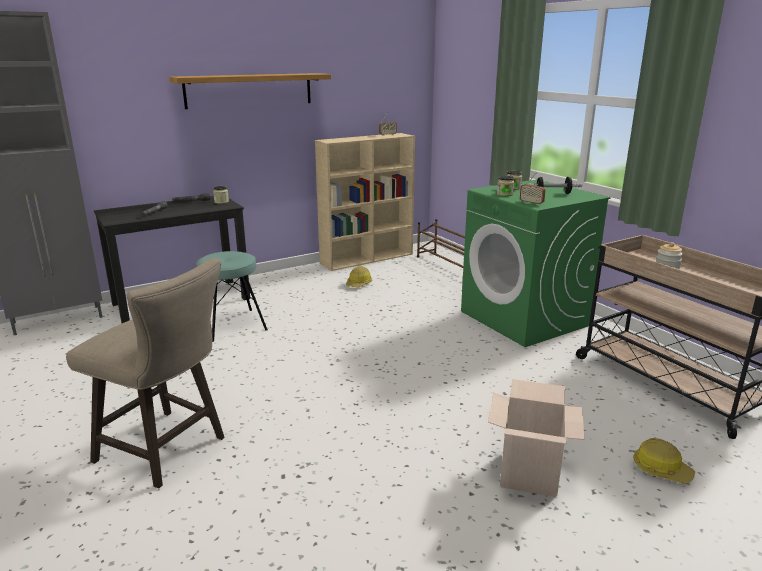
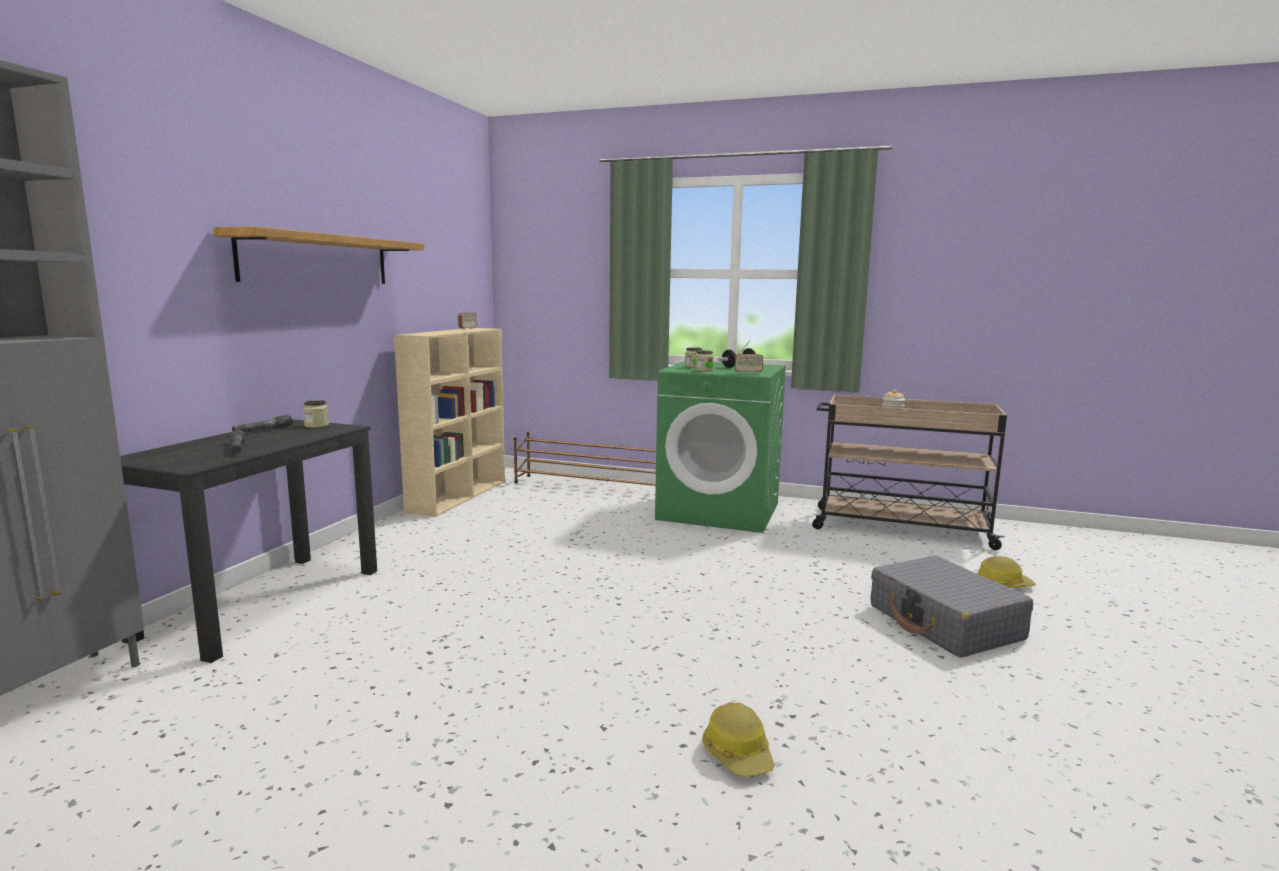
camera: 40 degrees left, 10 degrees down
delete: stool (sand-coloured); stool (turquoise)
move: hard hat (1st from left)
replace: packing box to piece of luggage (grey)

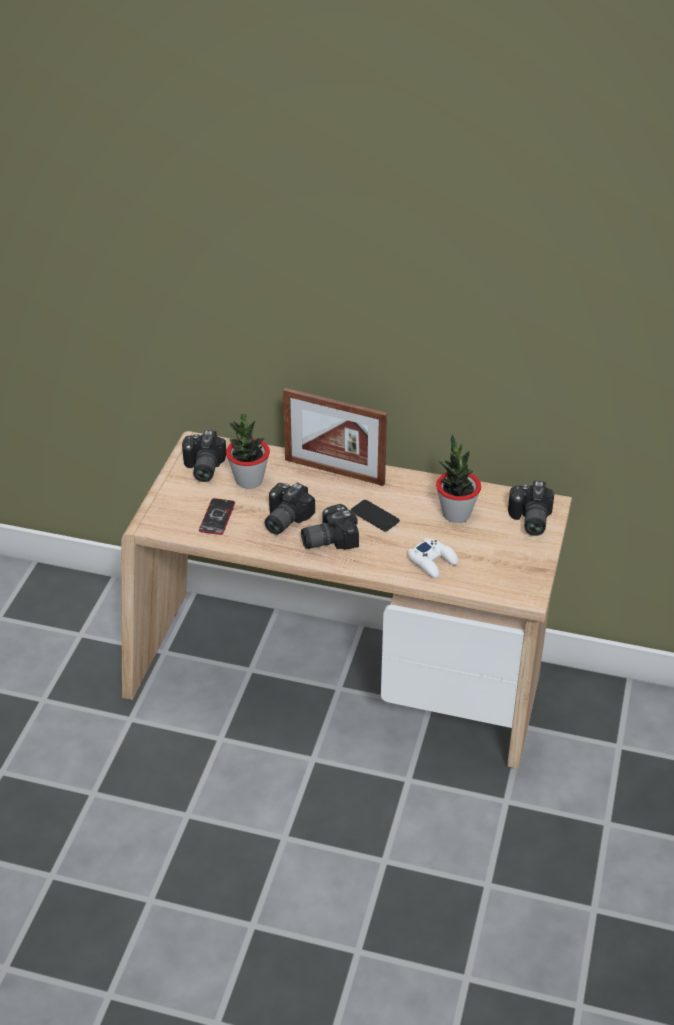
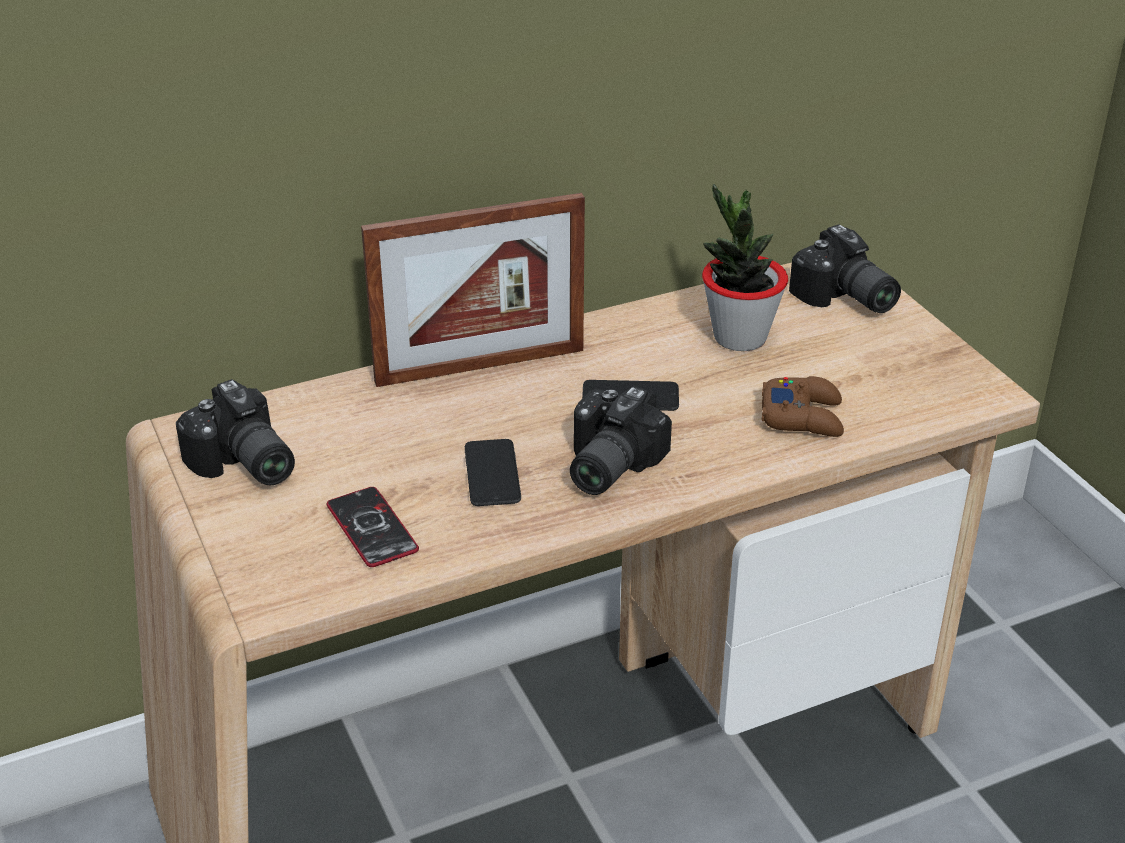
camera: 40 degrees left, 5 degrees down
delete: houseplant (1st from left)
replace: still camera (2nd from left) to telephone (2nd from left)
recolor: game controller (whitish) to game controller (brownish)

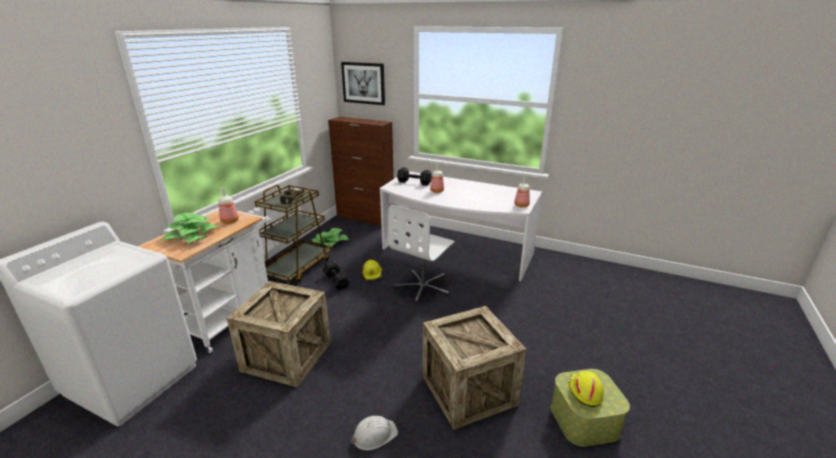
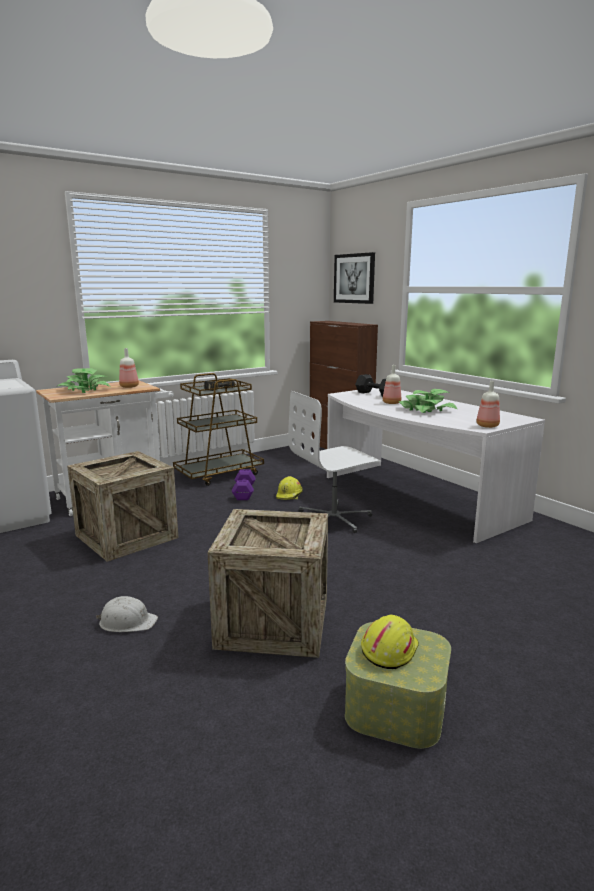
camera: 30 degrees right, 10 degrees down
move: houseplant (2nd from left)
recolor: hand weight (black-coloured) (1st from left) to hand weight (purplish)

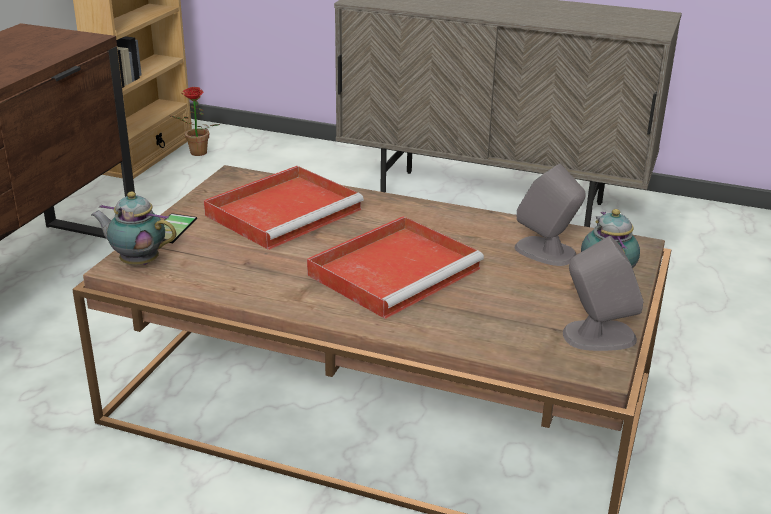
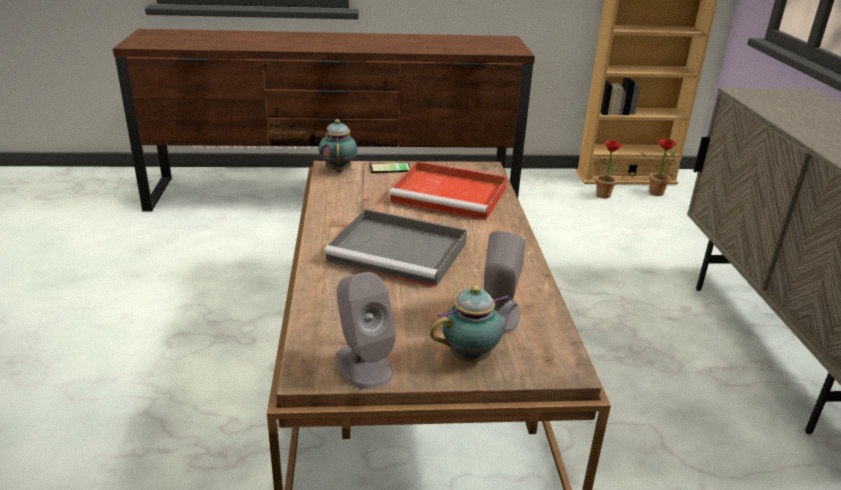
camera: 65 degrees right, 0 degrees up
insert: houseplant (1st from left)
recolor: serving tray (red-coloured) (2nd from left) to serving tray (grey)

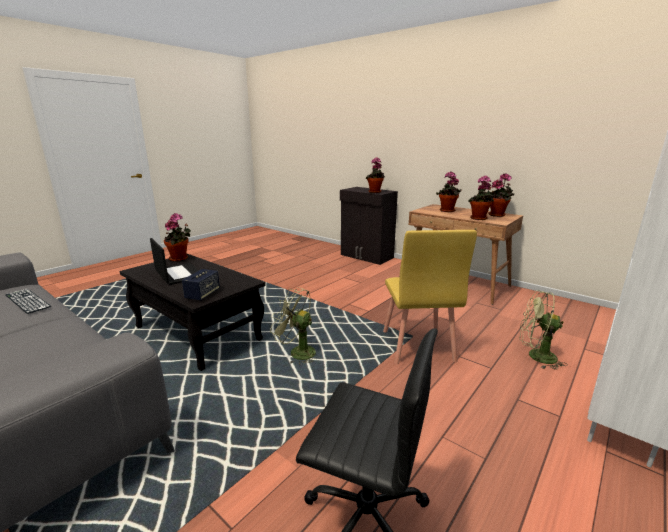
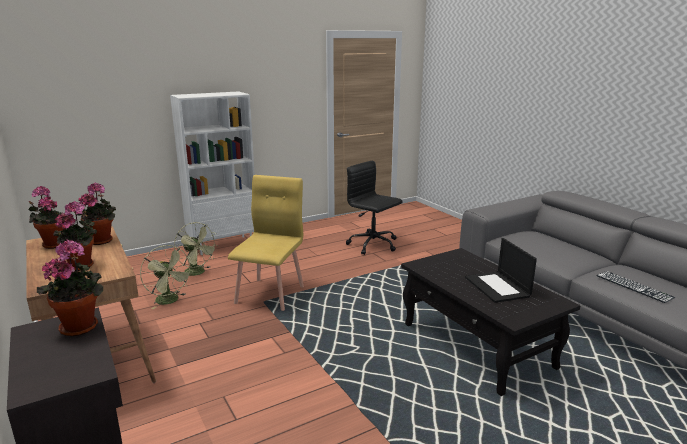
camera: 160 degrees left, 0 degrees up
delete: houseplant (1st from left); loudspeaker
move: fan (green-coloured) (1st from left)

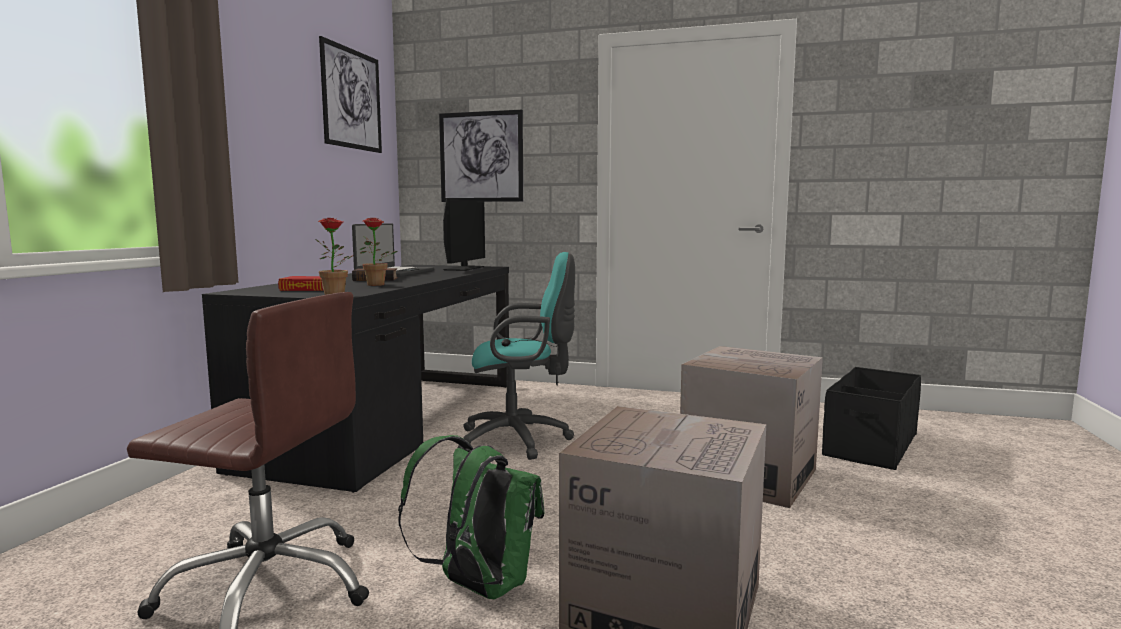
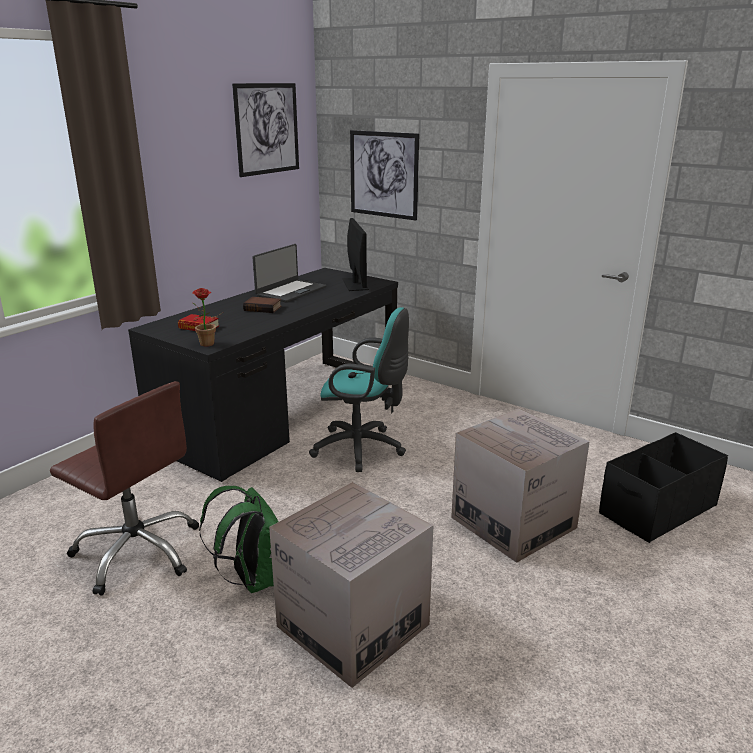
camera: 20 degrees right, 15 degrees up
delete: houseplant (2nd from left)
rotate: monitor 45 degrees counterclockwise

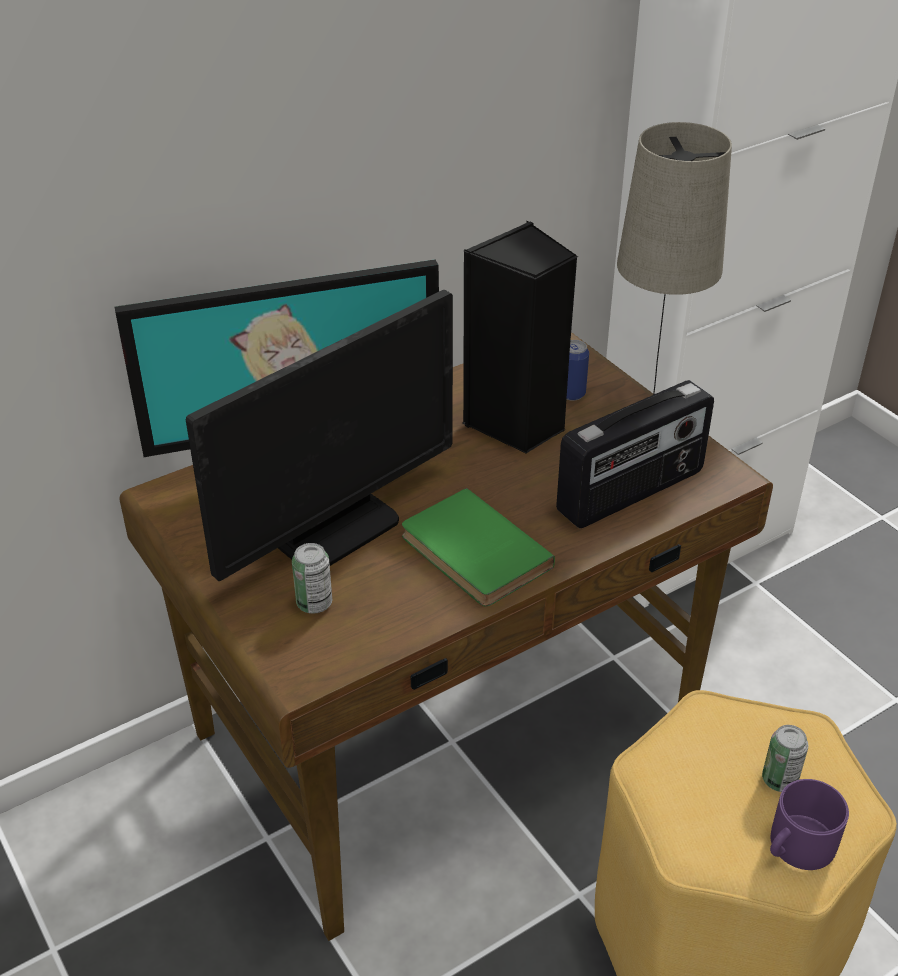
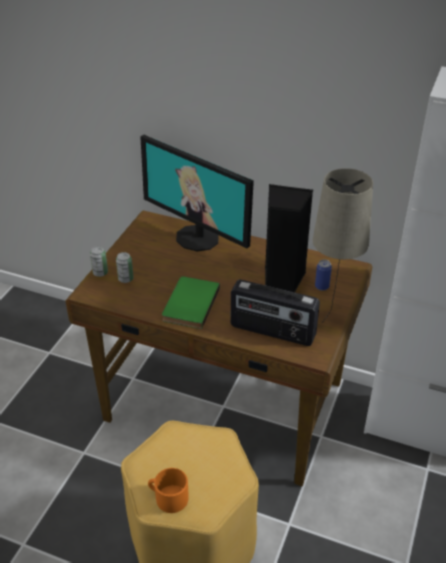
camera: 55 degrees right, 0 degrees up
delete: monitor (2nd from left)
move: sealed can (3rd from left in the first image) to sealed can (1st from left)
recolor: tea mug (purplish) to tea mug (orangey)

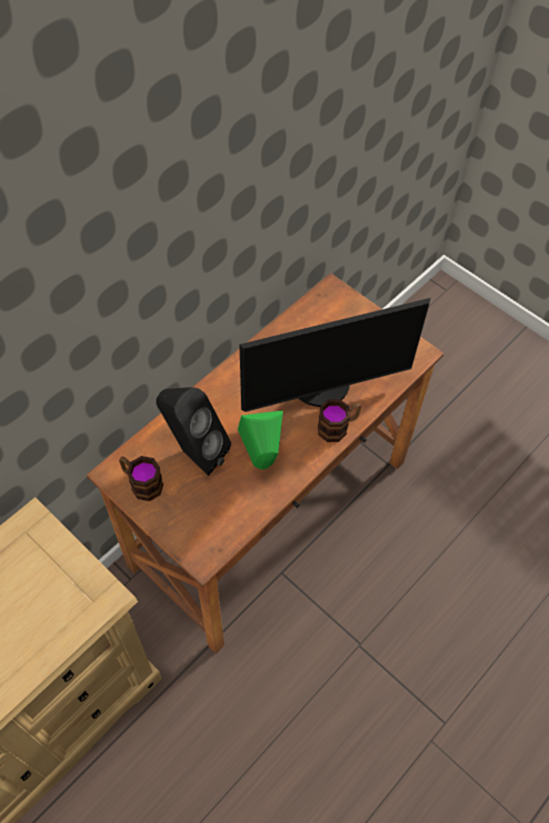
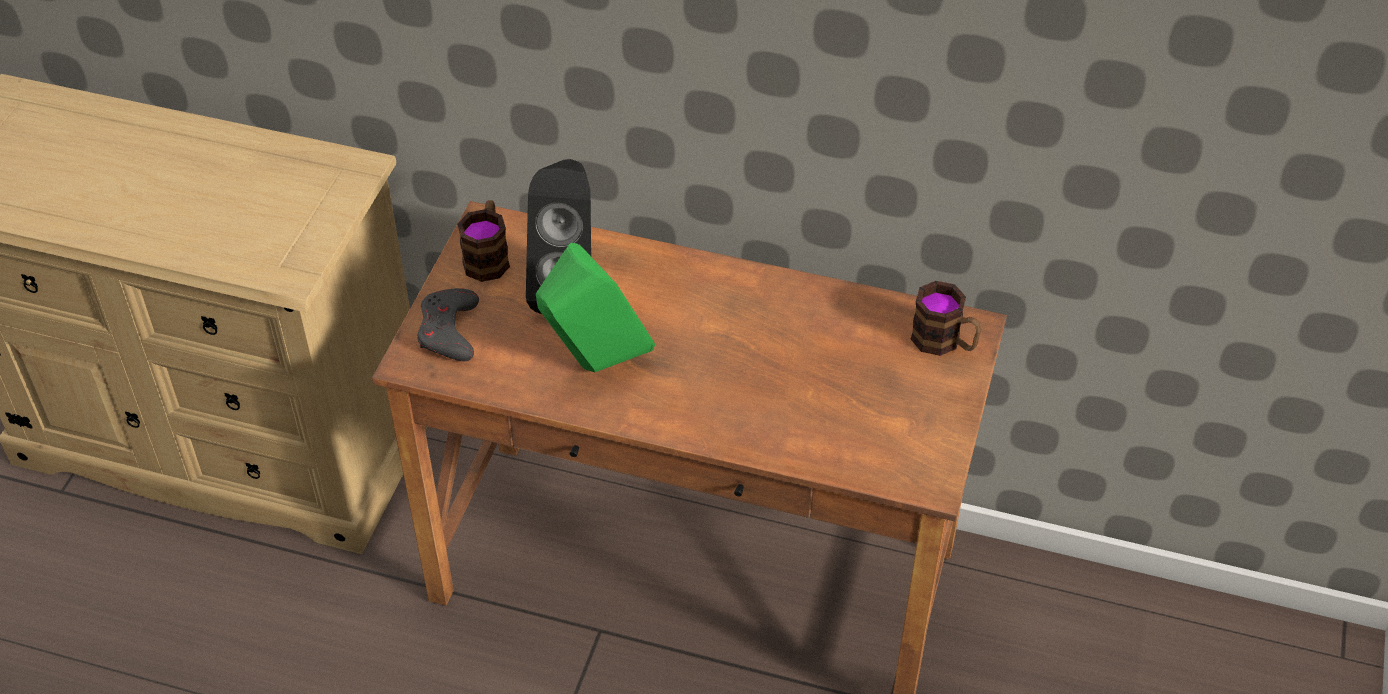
camera: 65 degrees right, 10 degrees down
delete: monitor
insert: game controller (grey)
move: tea mug (2nd from left)

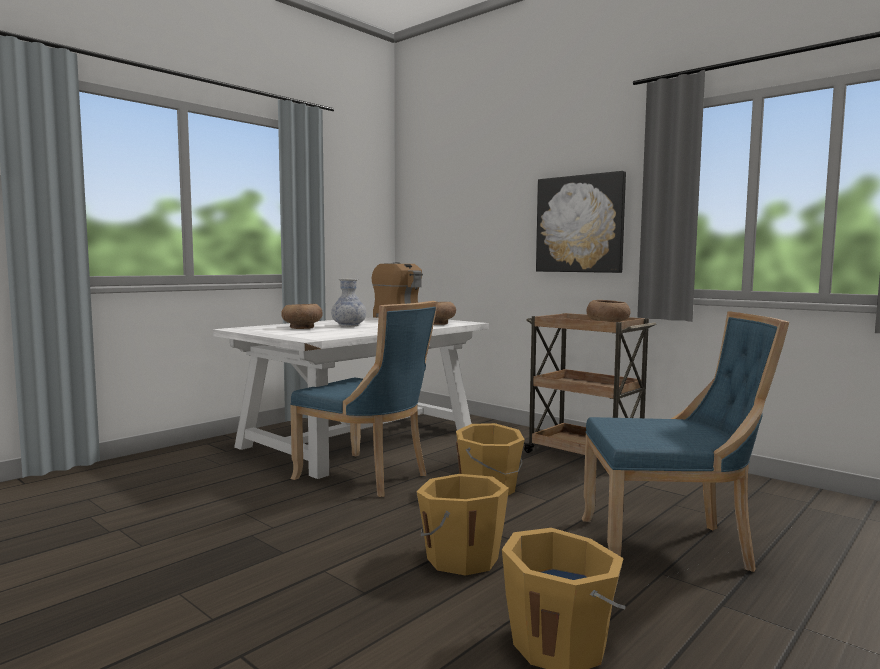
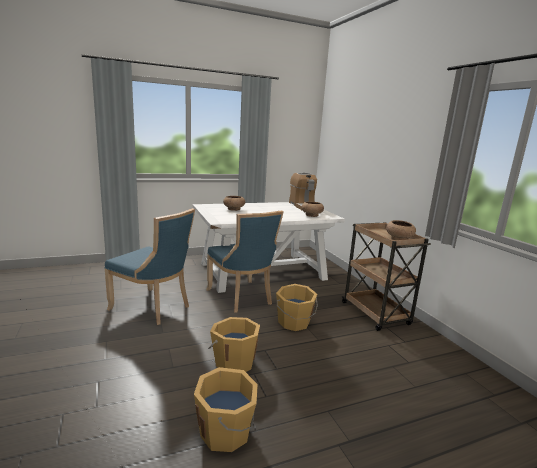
camera: 25 degrees right, 10 degrees up
delete: vase; wall art
move: chair (blue-coloured) (2nd from left in the first image) to chair (blue-coloured) (1st from left)

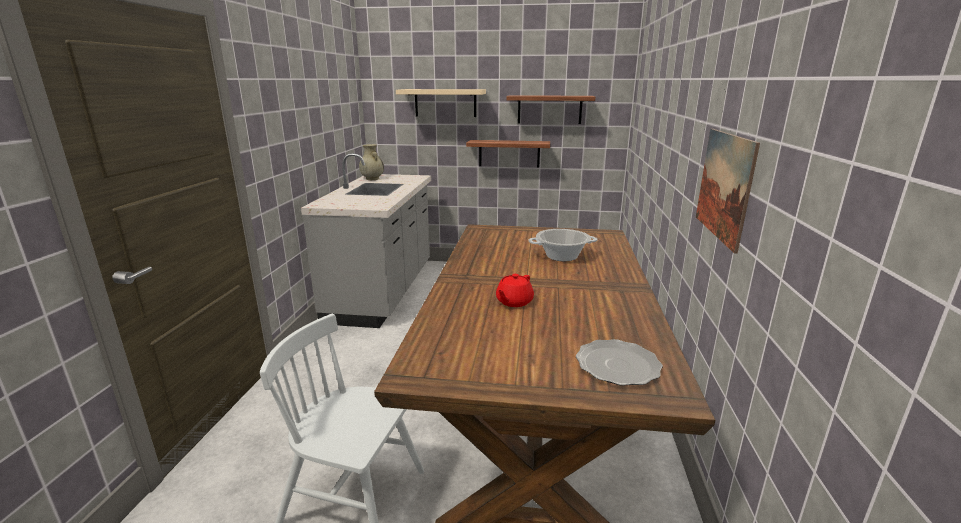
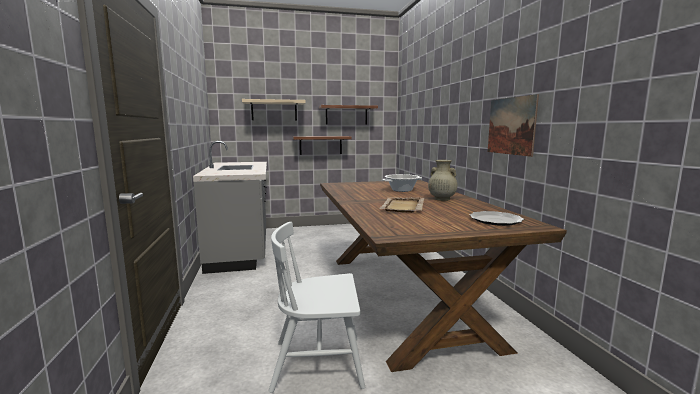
camera: 20 degrees left, 10 degrees down
move: vase (sand-coloured)
replace: tea pot (red-coloured) to serving tray (sand-coloured)

